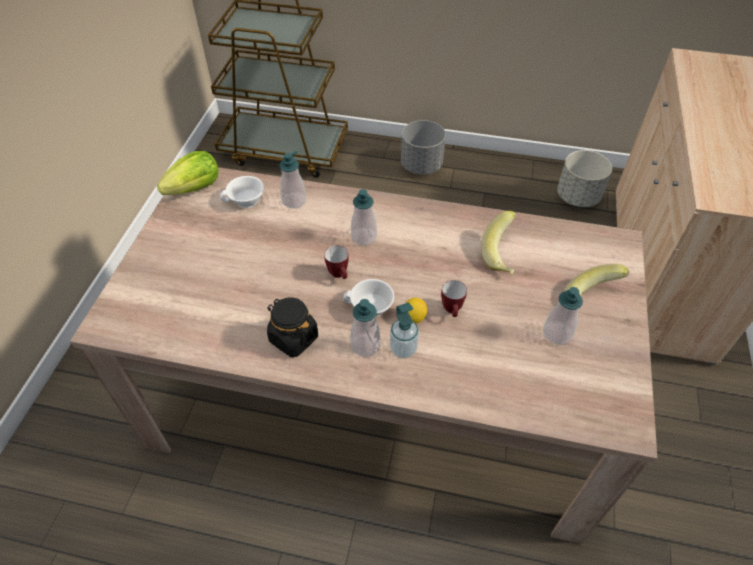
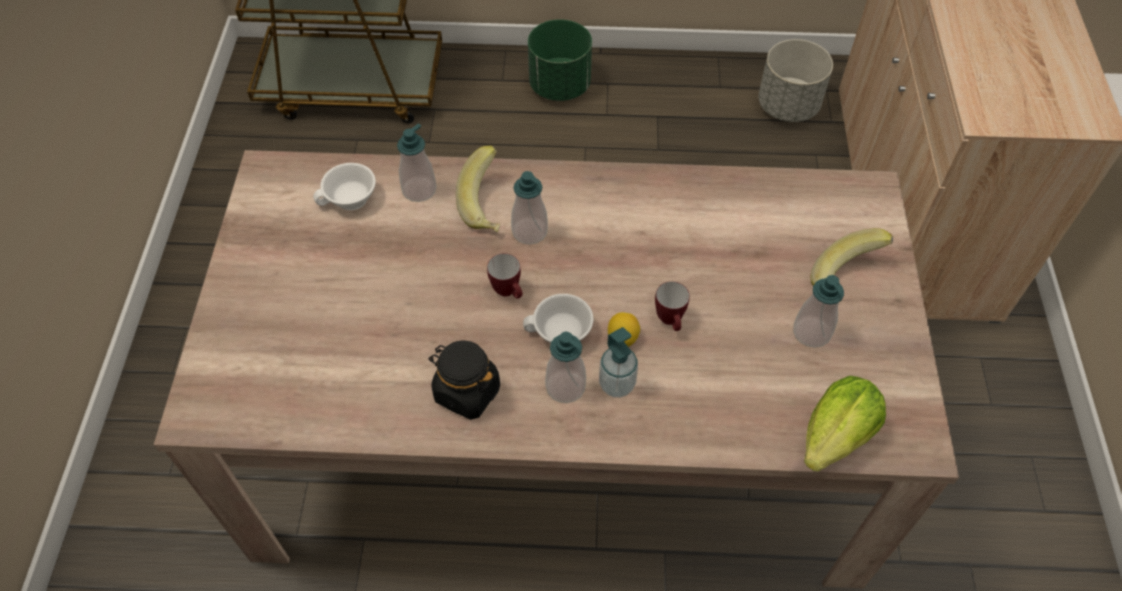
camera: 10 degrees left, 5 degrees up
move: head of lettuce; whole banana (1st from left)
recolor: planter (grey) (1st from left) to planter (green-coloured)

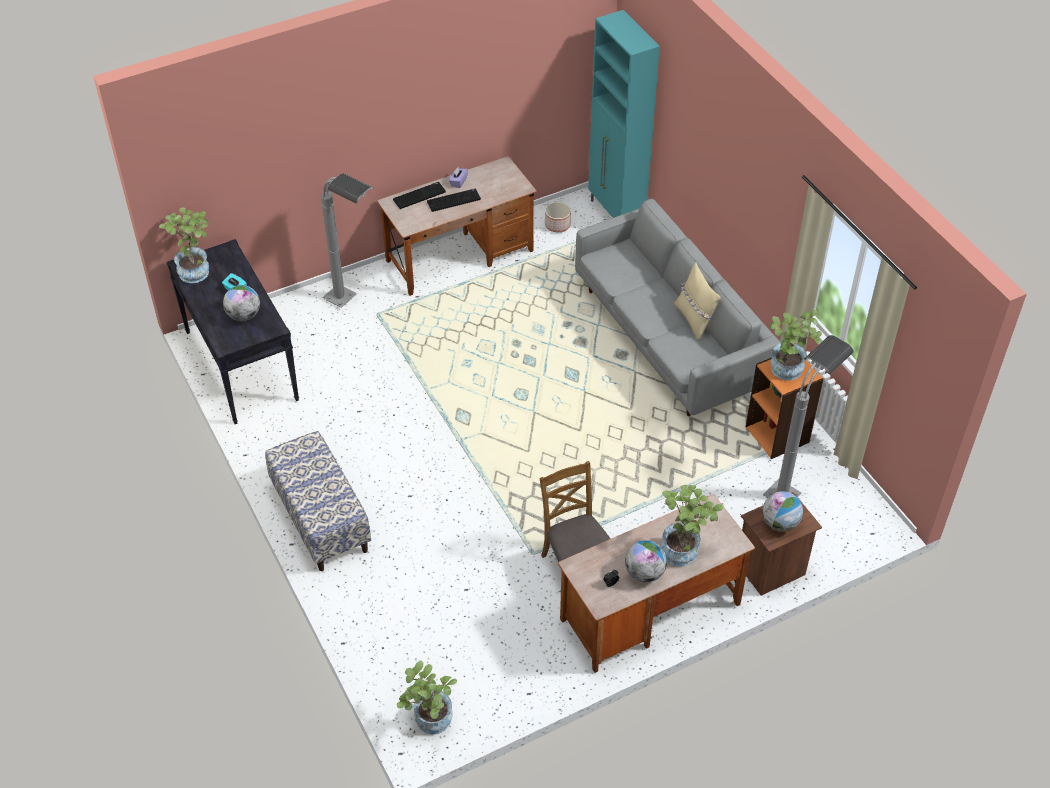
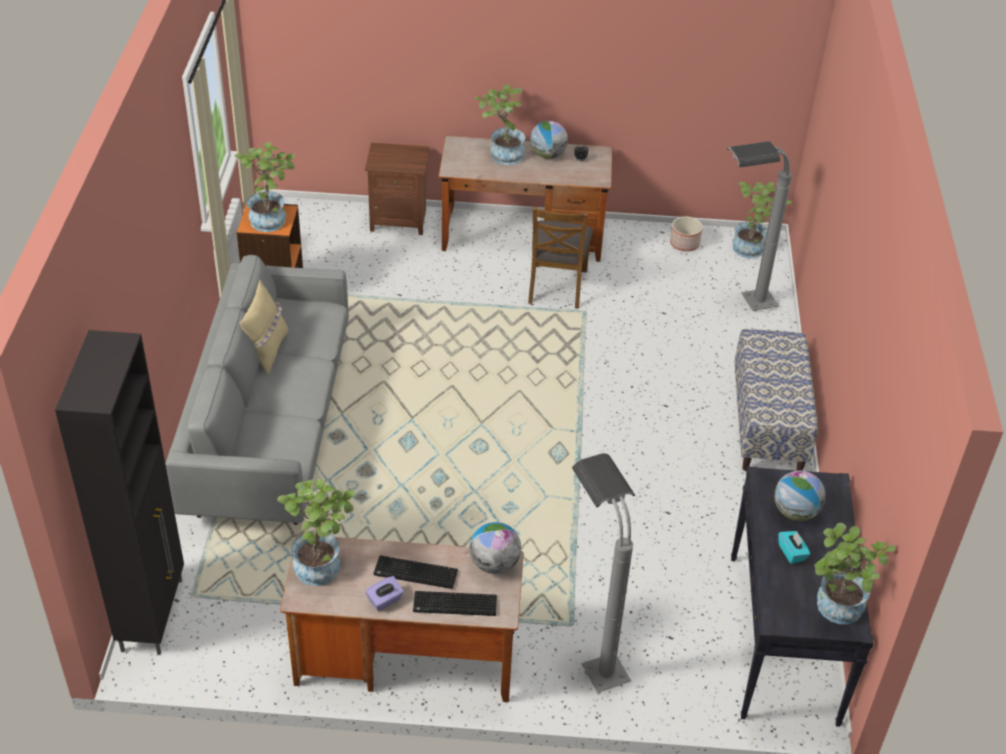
camera: 150 degrees left, 5 degrees down
insert: houseplant (2nd from left)
move: planter; globe (3rd from left in the first image) to globe (1st from left); standard lamp (grey) (2nd from left)
recolor: cupboard (turquoise) to cupboard (black-coloured)

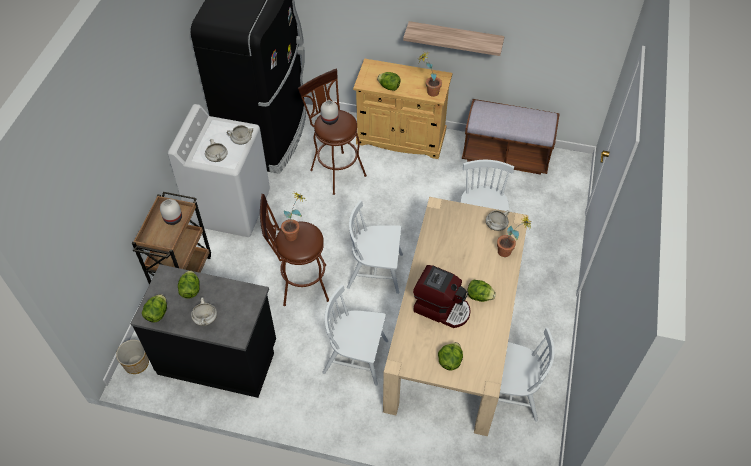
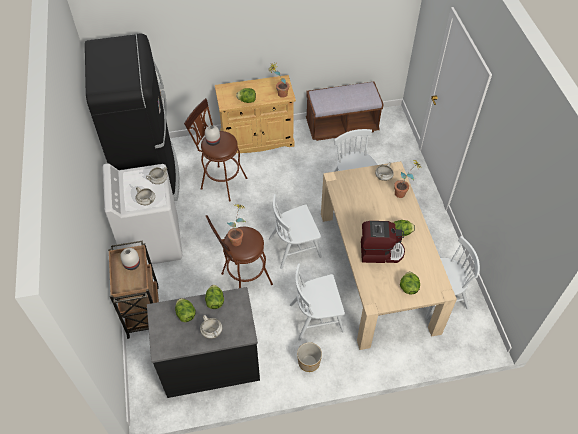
camera: 25 degrees left, 0 degrees up
delete: shelf
move: planter; head of lettuce (1st from left in the first image) to head of lettuce (2nd from left)

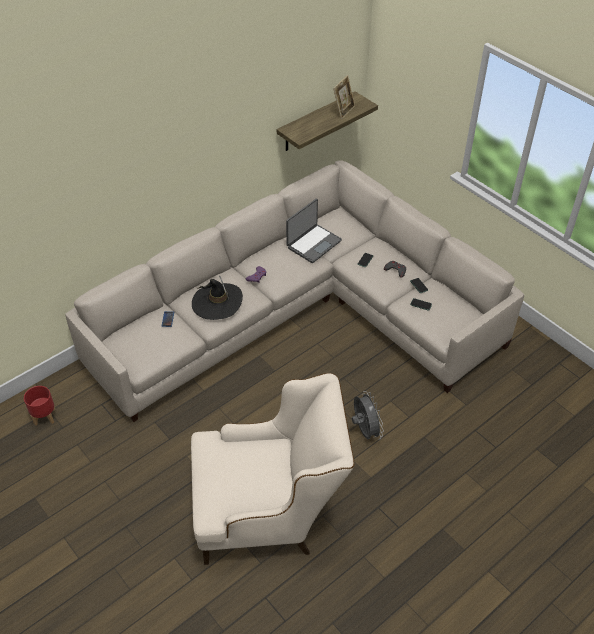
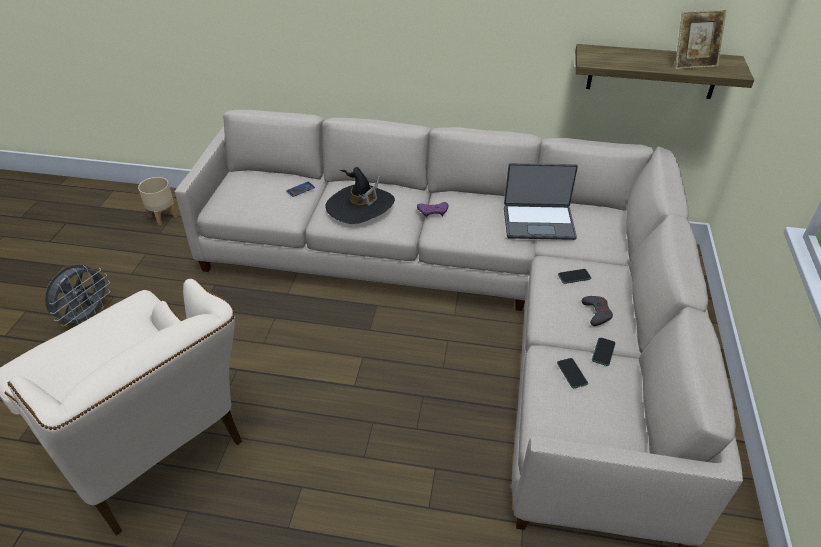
camera: 50 degrees right, 5 degrees down
move: fan (grey)
recolor: planter (red-coloured) to planter (sand-coloured)

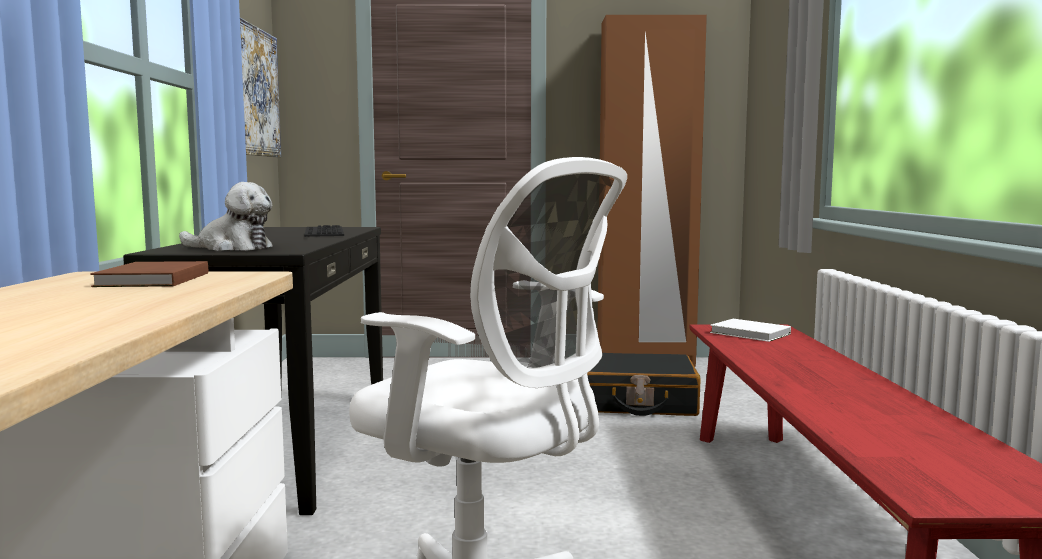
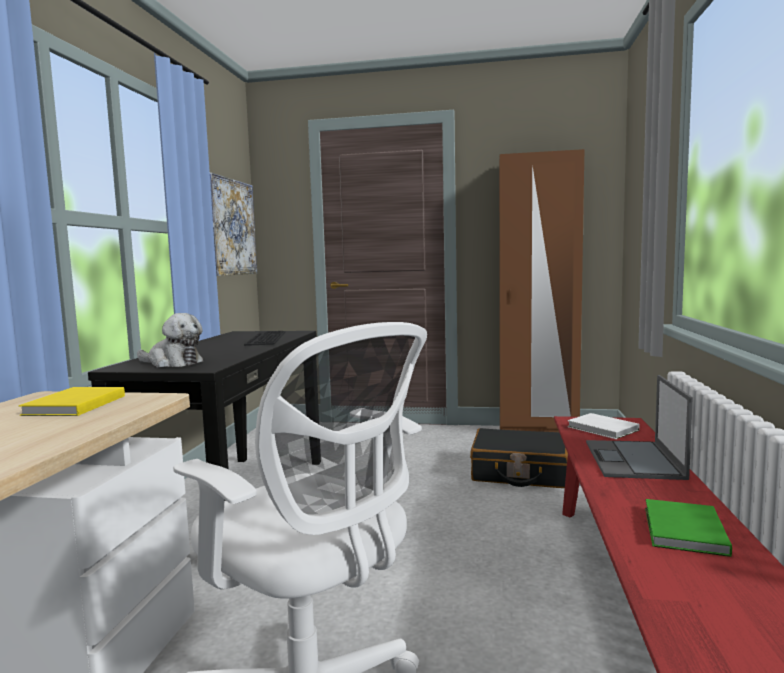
camera: 10 degrees right, 0 degrees up
insert: notebook computer; book (green-coloured)
recolor: book (brownish) to book (yellow)

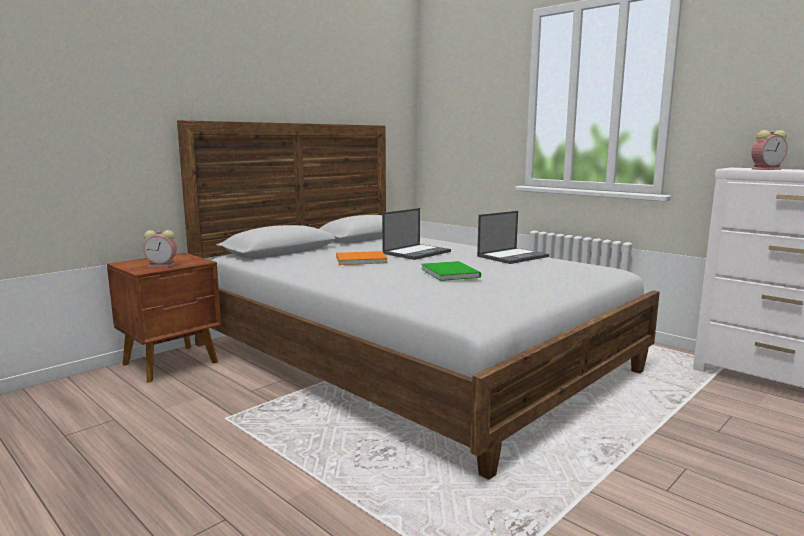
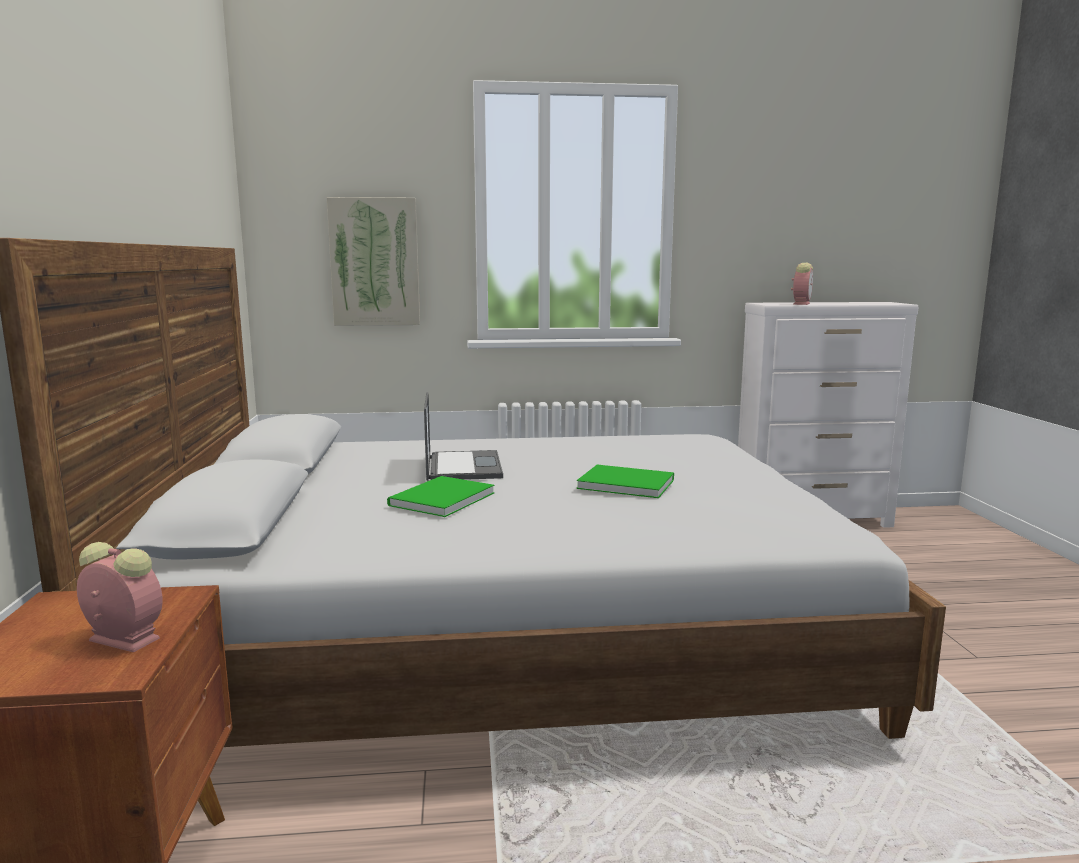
camera: 50 degrees left, 0 degrees up
delete: notebook computer (2nd from left)
insert: wall art
recolor: book (orangey) to book (green-coloured) (1st from left)
rotate: bedside clock (1st from left) 105 degrees counterclockwise

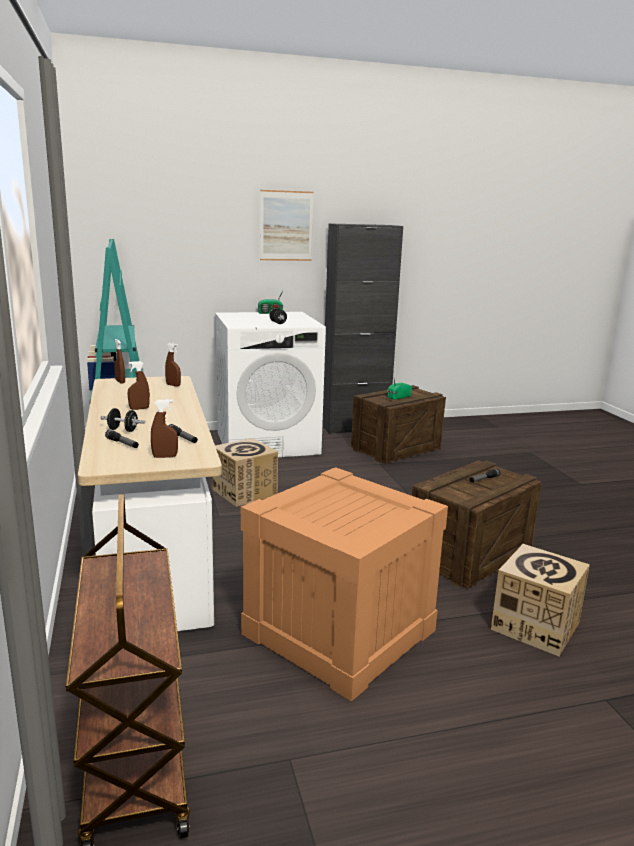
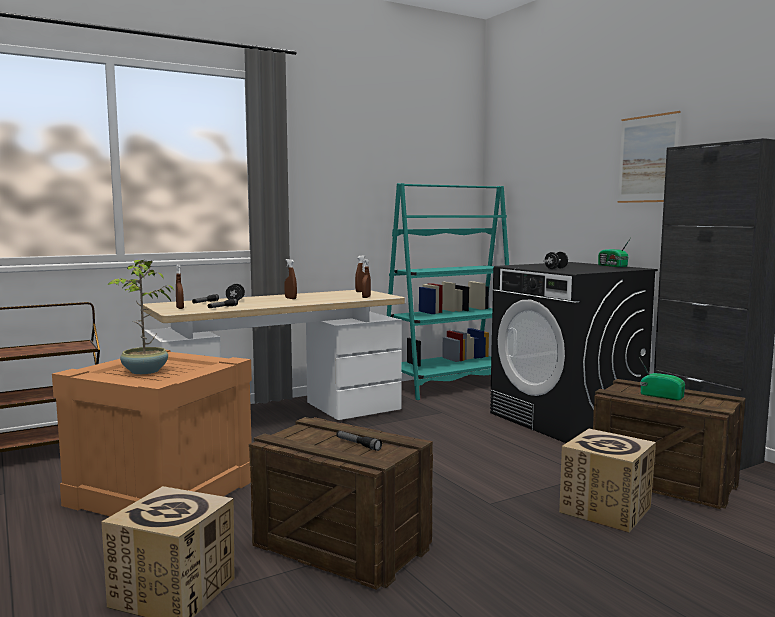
camera: 75 degrees right, 10 degrees down
insert: houseplant
move: packing box (1st from left in the first image) to packing box (2nd from left)
recolor: washing machine (whitish) to washing machine (black-coloured)

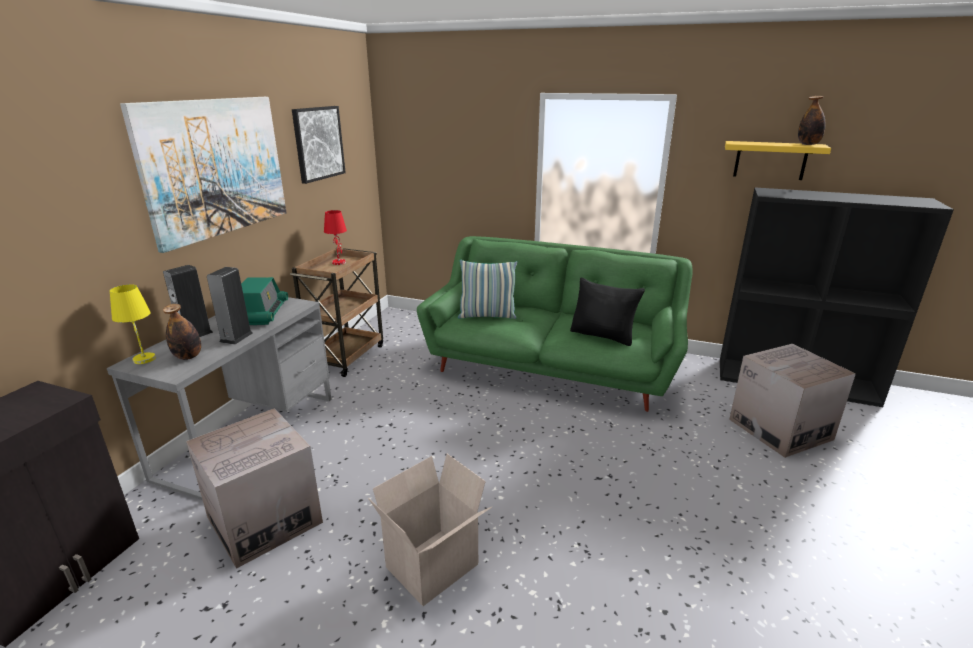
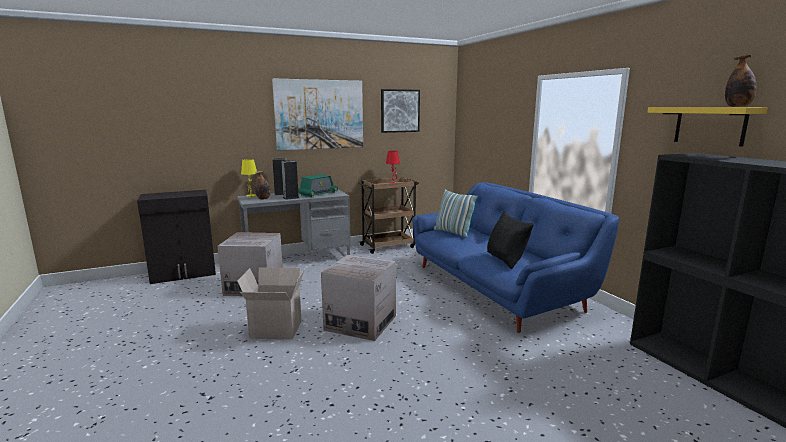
camera: 45 degrees right, 10 degrees down
move: packing box (3rd from left)
recolor: settee (green-coloured) to settee (blue-coloured)

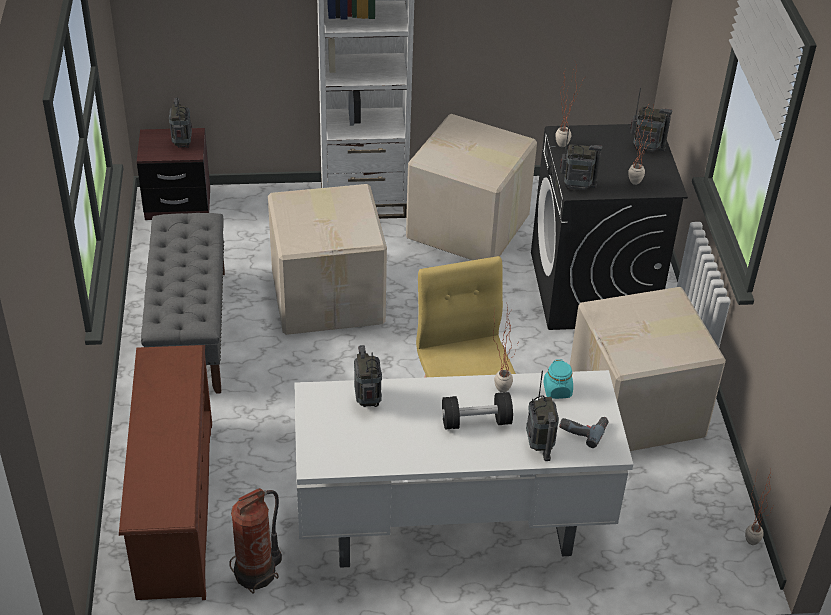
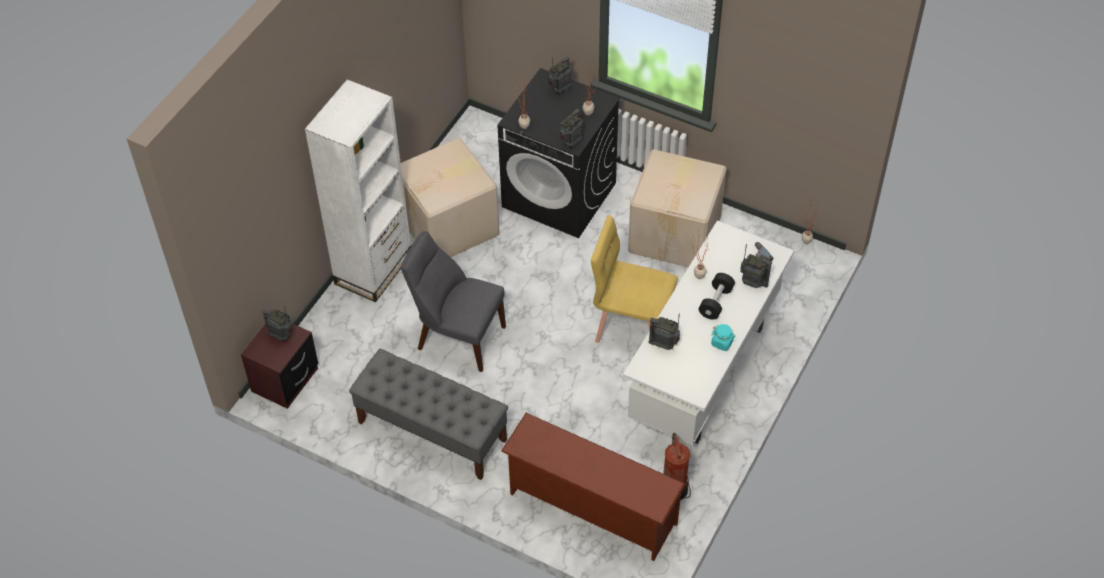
camera: 55 degrees left, 10 degrees up
move: jar (turquoise)
replace: packing box (1st from left) to chair (grey)

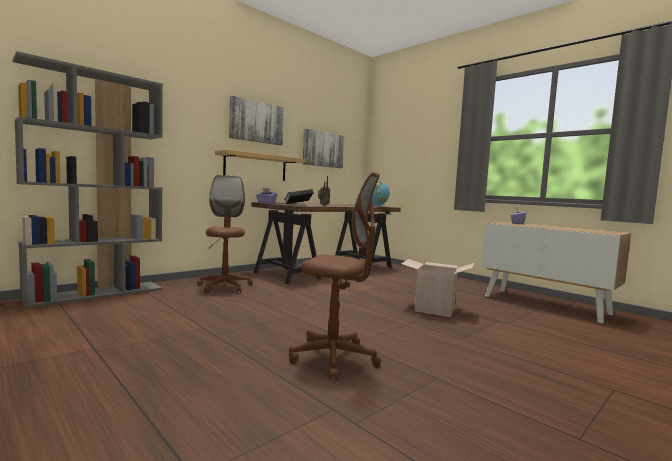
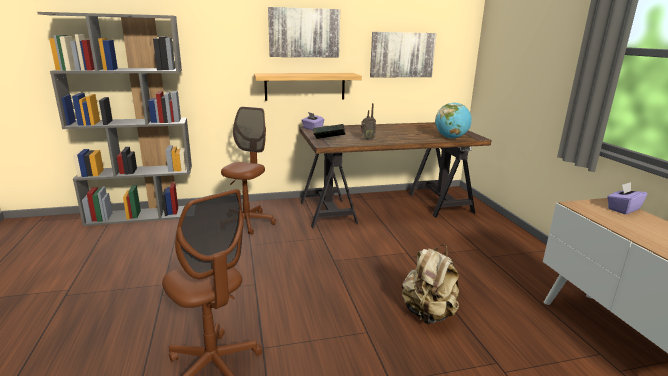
camera: 30 degrees right, 15 degrees up
replace: packing box to knapsack (sand-coloured)

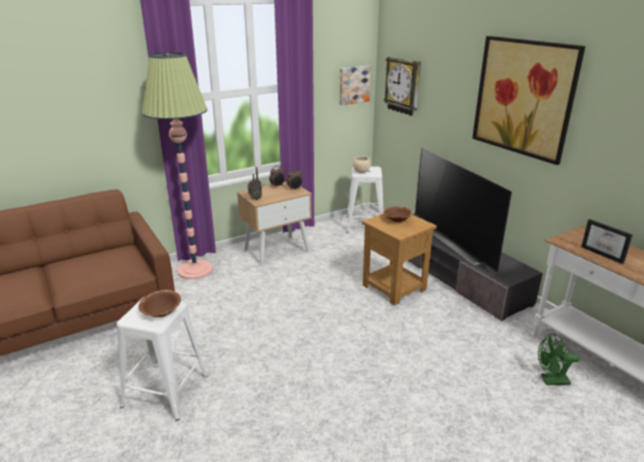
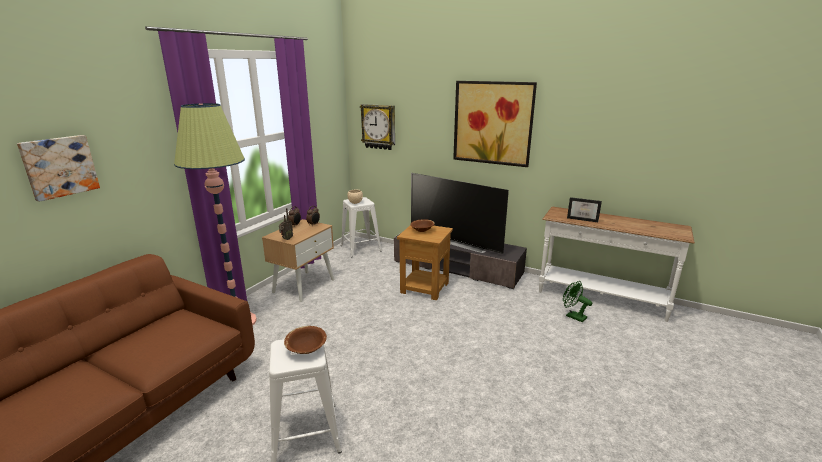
camera: 30 degrees left, 5 degrees down
move: wall art (1st from left)
rotate: fan (green-coloured) 75 degrees clockwise

